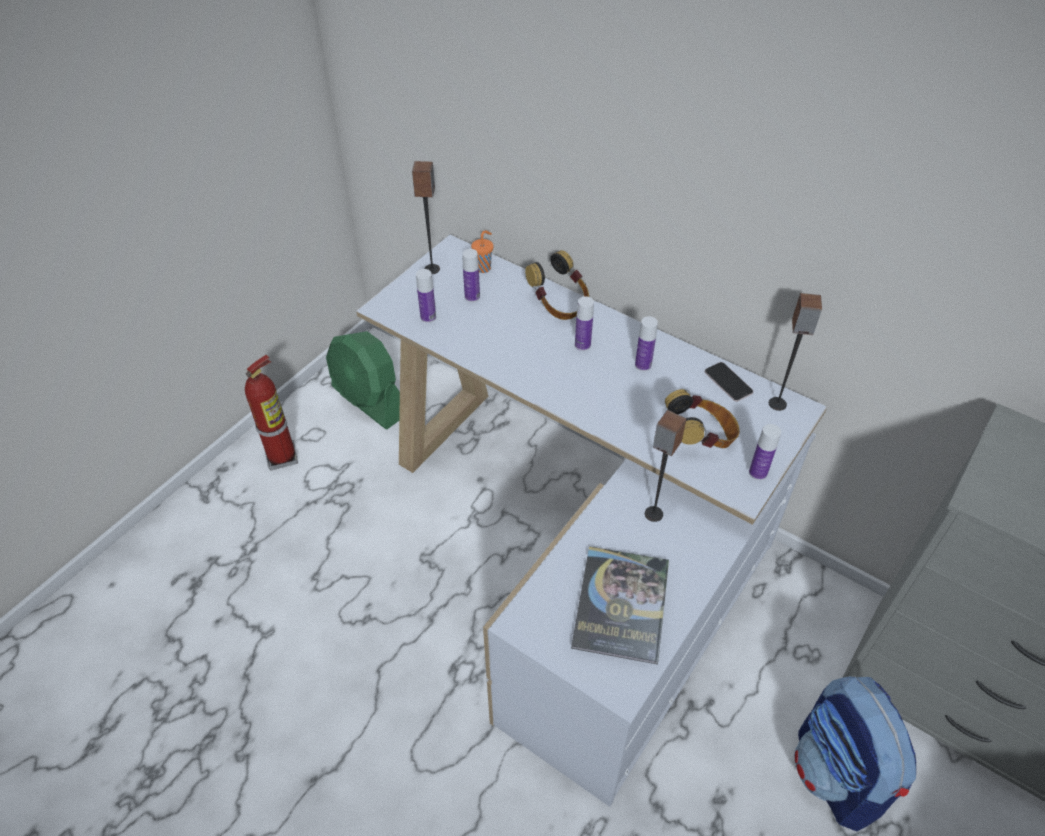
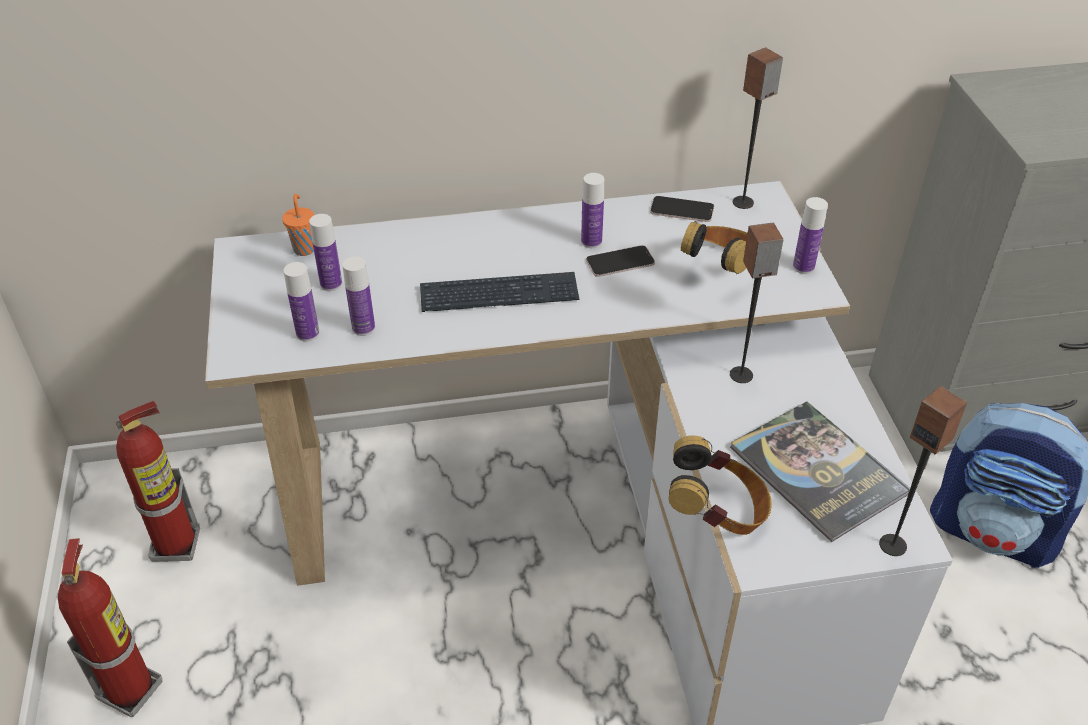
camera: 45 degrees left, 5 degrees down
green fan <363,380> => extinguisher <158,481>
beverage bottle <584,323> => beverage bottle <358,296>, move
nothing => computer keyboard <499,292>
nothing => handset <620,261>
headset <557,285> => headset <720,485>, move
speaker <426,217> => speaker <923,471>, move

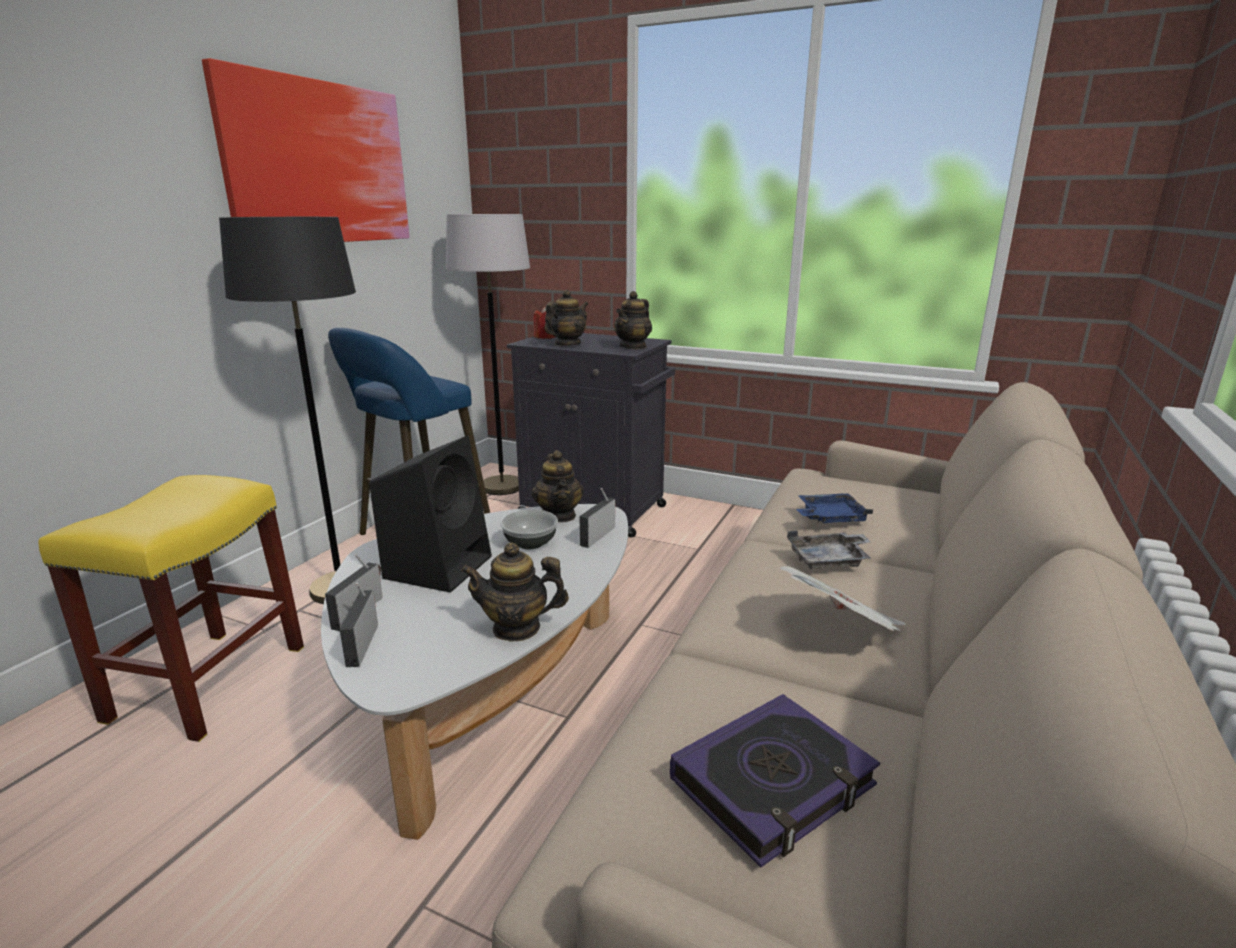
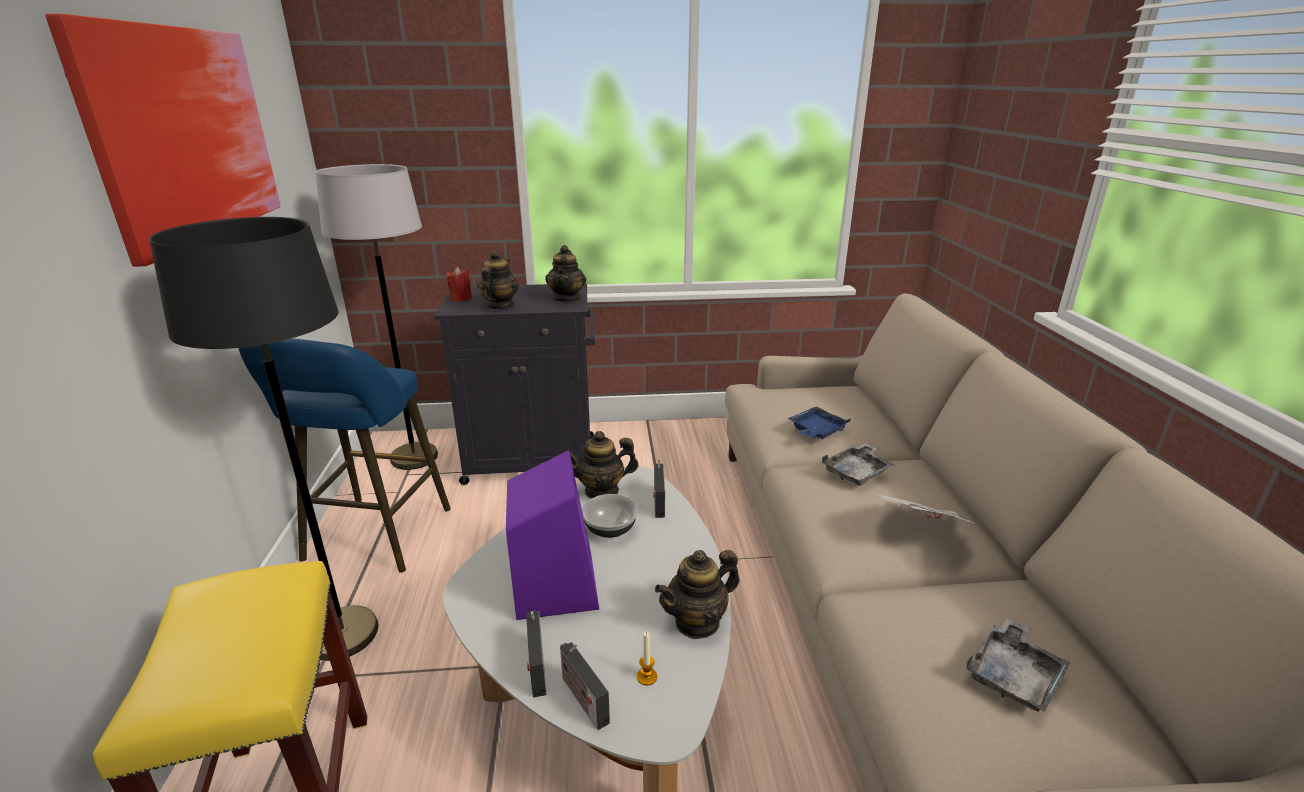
camera: 30 degrees left, 5 degrees up
black speaker <430,514> => purple speaker <552,535>
pot for tea <558,486> => pot for tea <601,465>, 120 degrees clockwise
nothing => wax candle <647,658>
book <775,780> => greyish tray <1018,665>

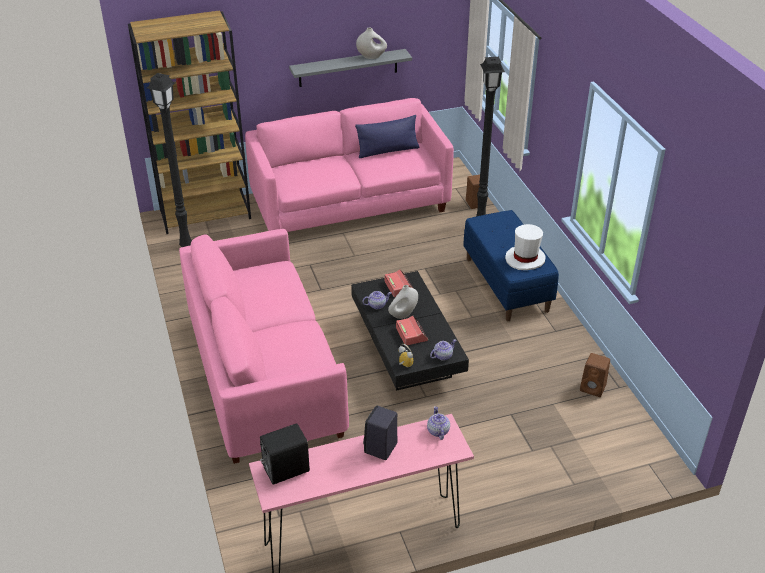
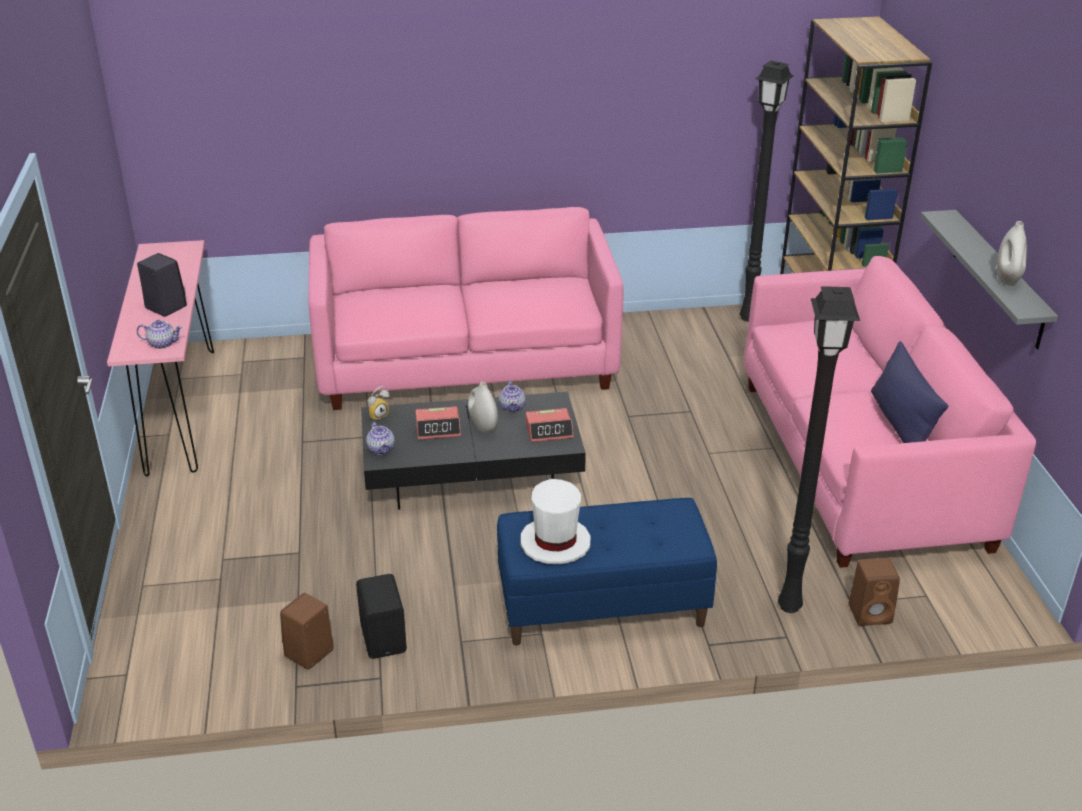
camera: 100 degrees right, 5 degrees down
black speaker <285,453> => black speaker <381,616>, move

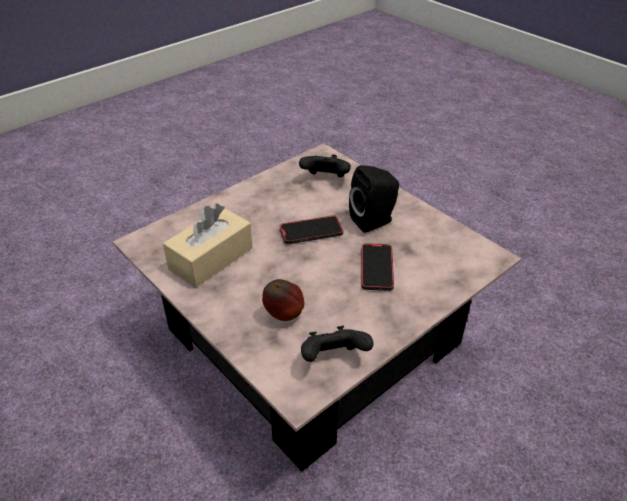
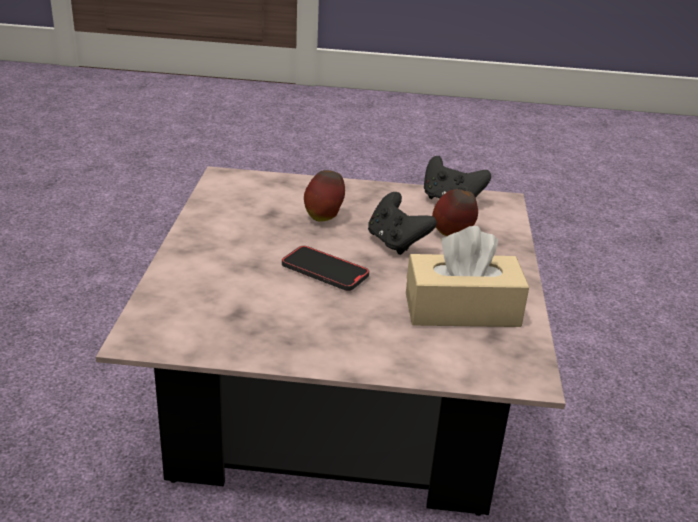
camera: 135 degrees left, 10 degrees down
handset <377,267> => apple <324,196>
black joypad <325,166> => black joypad <402,223>, move
black speaker <374,199> => nothing

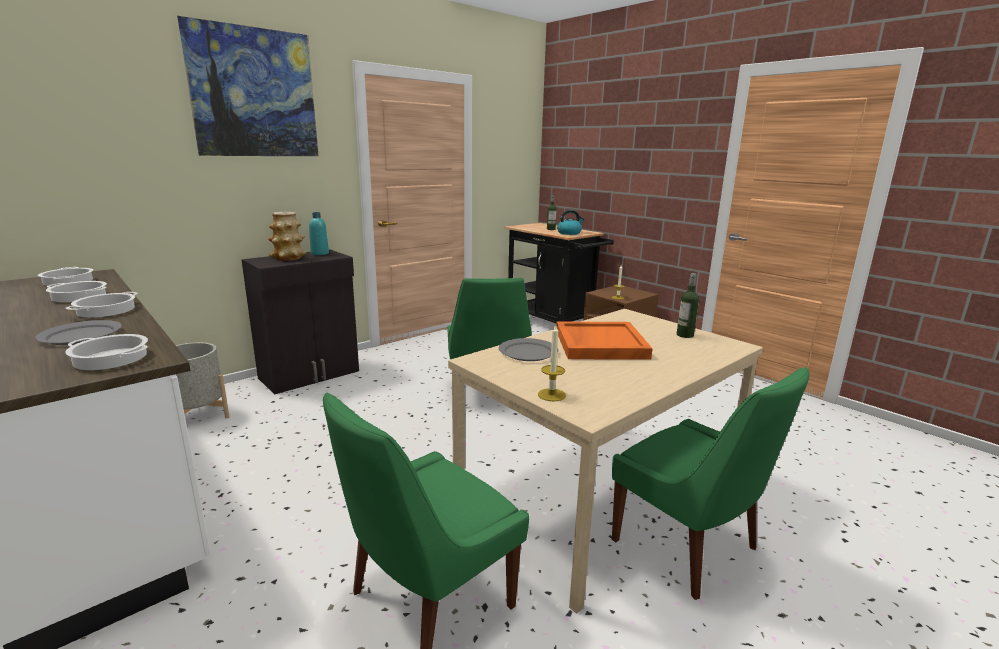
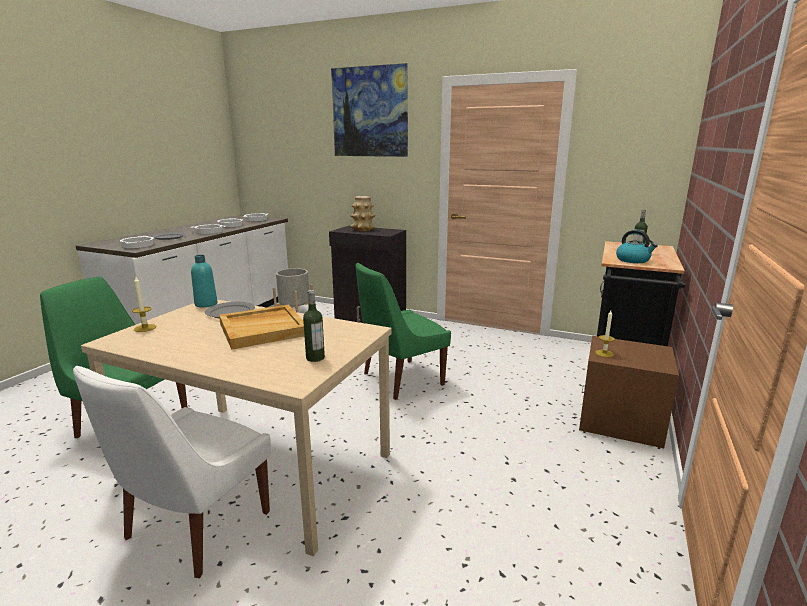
camera: 65 degrees right, 0 degrees up
green plain chair <710,483> => whitish plain chair <172,472>
turquoise beverage bottle <319,233> => turquoise beverage bottle <204,281>, move
orange tray <604,341> => beige tray <261,327>

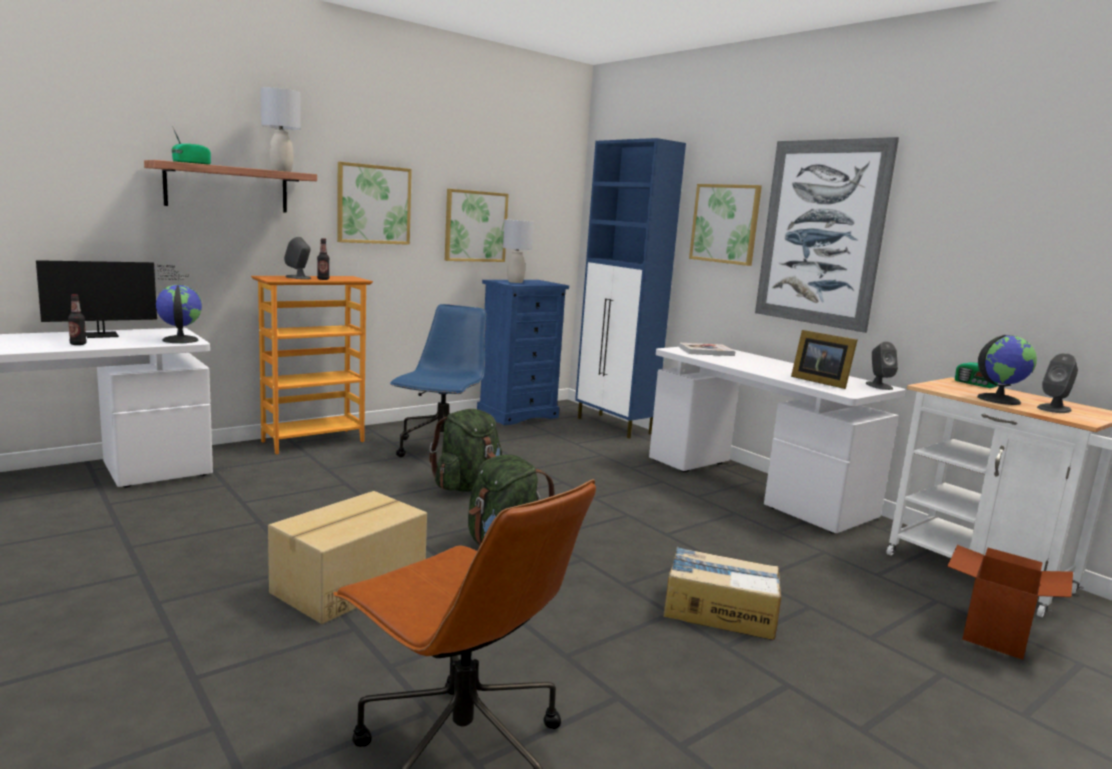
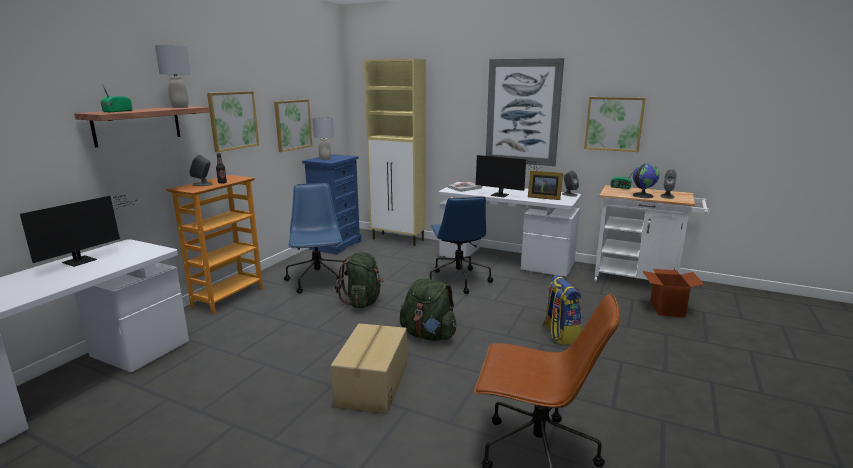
camera: 25 degrees left, 5 degrees up
blue storage cabinet <630,288> => beige storage cabinet <395,152>
nothing => blue computer chair <461,245>
nothing => computer screen <507,176>
carton <722,593> => knapsack <561,310>
wall picture <725,225> => wall picture <615,124>, move
beverage bottle <77,319> => nothing
globe <179,314> => nothing

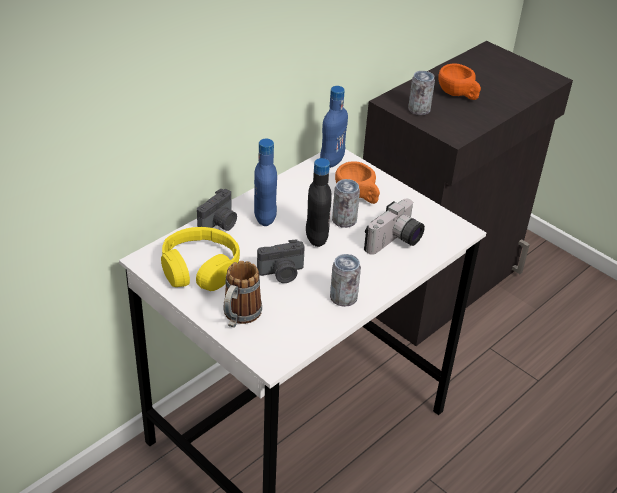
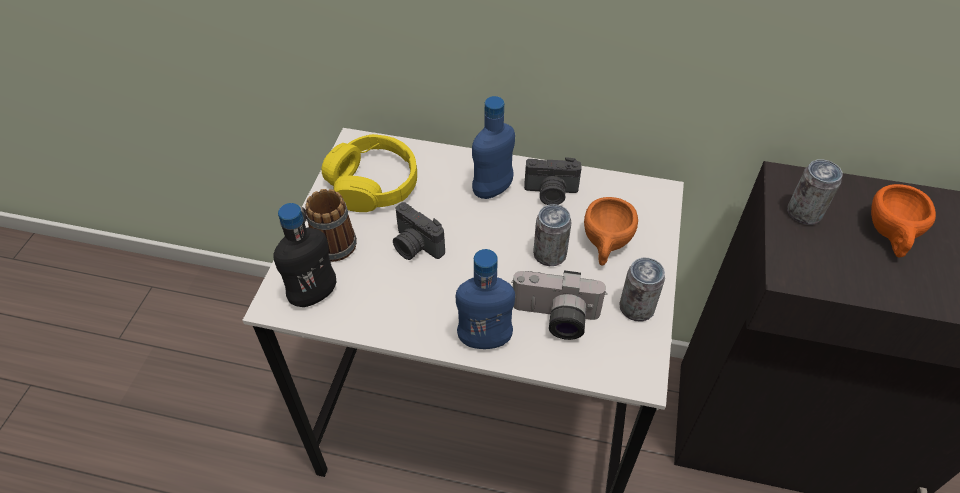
camera: 60 degrees right, 10 degrees up
black beverage bottle <319,202> => black beverage bottle <305,255>, move
blue beverage bottle <334,127> => blue beverage bottle <485,299>, move
still camera <217,210> => still camera <553,181>, move
metal can <345,280> => metal can <642,290>, move

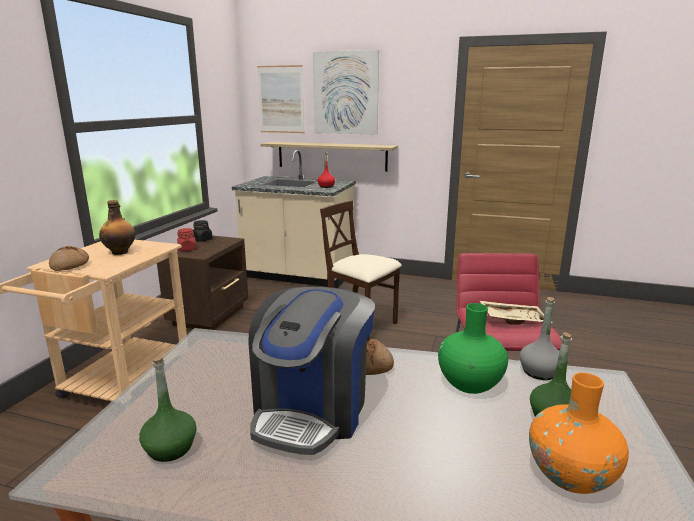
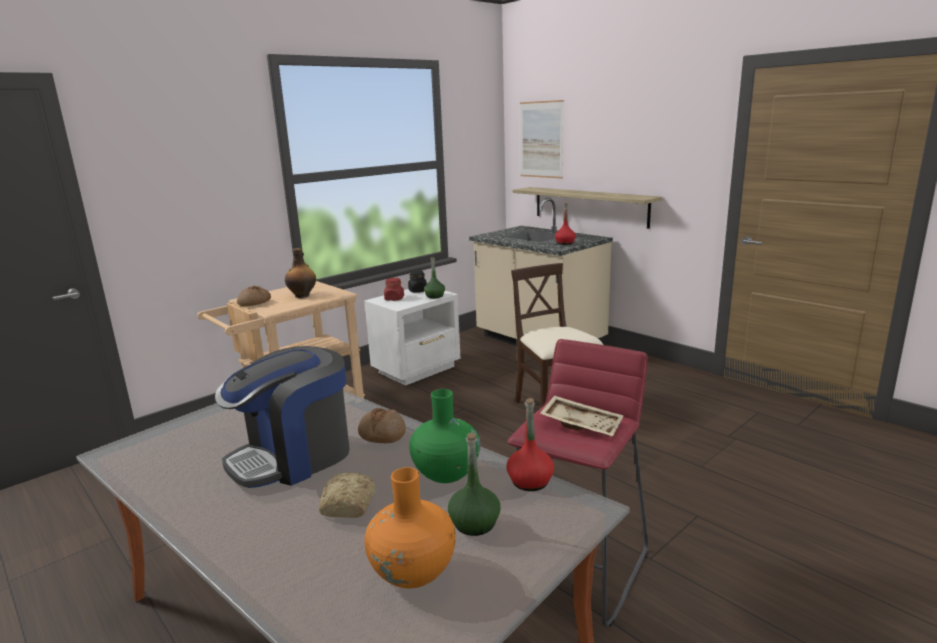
camera: 30 degrees right, 0 degrees up
nothing => bakery bread <347,495>
brown bedside table <202,283> => whitish bedside table <412,337>
green beverage bottle <168,409> => green beverage bottle <434,277>, move
greyish beverage bottle <540,338> => reddish beverage bottle <530,444>
wall picture <346,92> => nothing

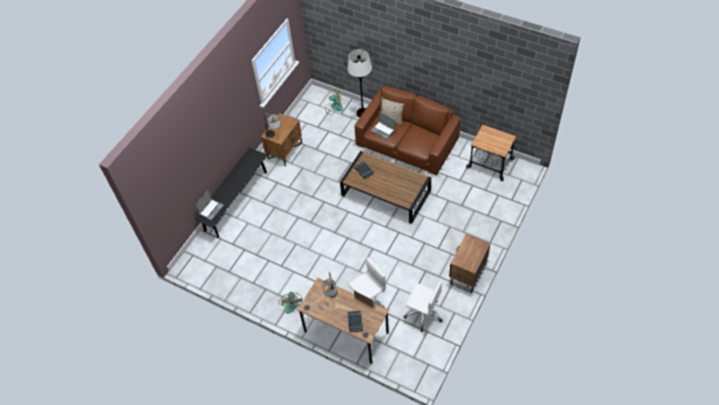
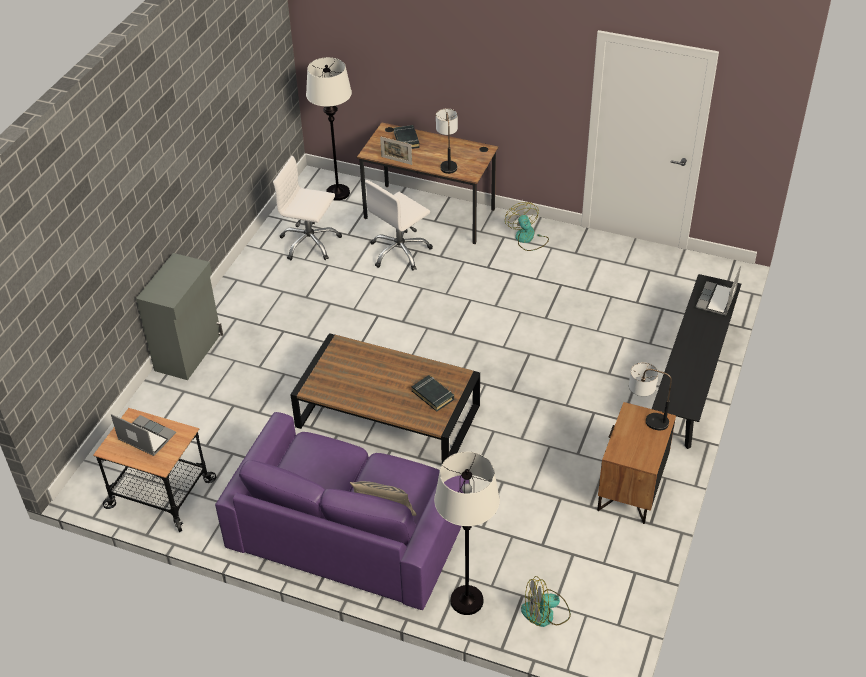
camera: 170 degrees right, 10 degrees down
portable computer <382,126> => portable computer <143,435>, move
nothing => greyish storage cabinet <179,316>
brown sofa <407,130> => purple sofa <342,511>
nothing => whitish floor lamp <329,129>
bedside table <470,263> => nothing

